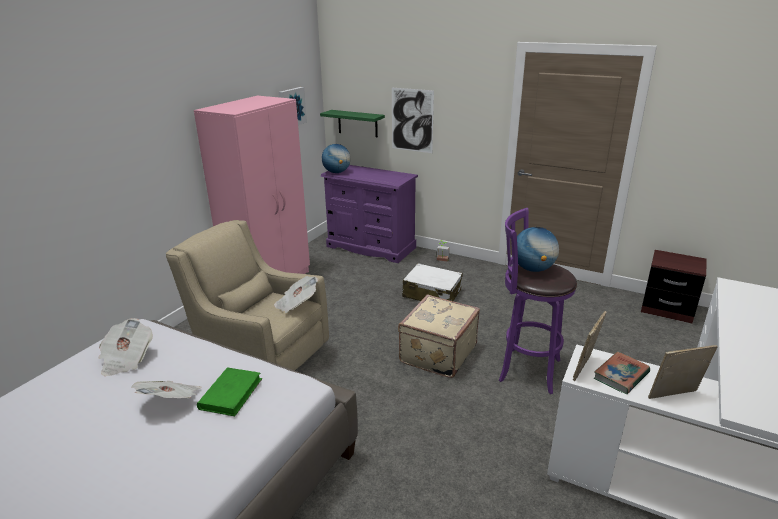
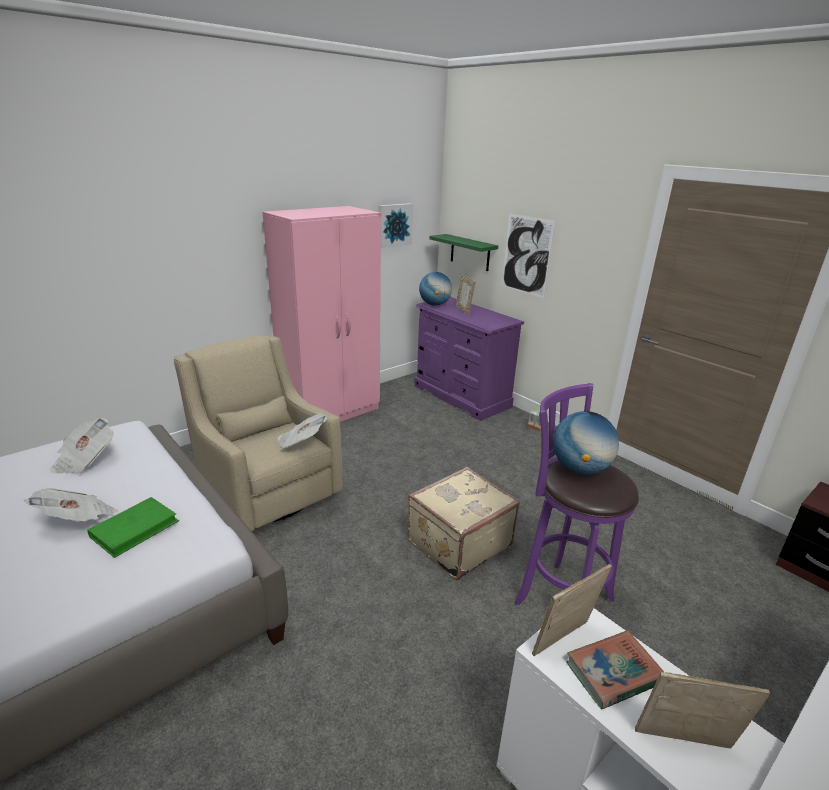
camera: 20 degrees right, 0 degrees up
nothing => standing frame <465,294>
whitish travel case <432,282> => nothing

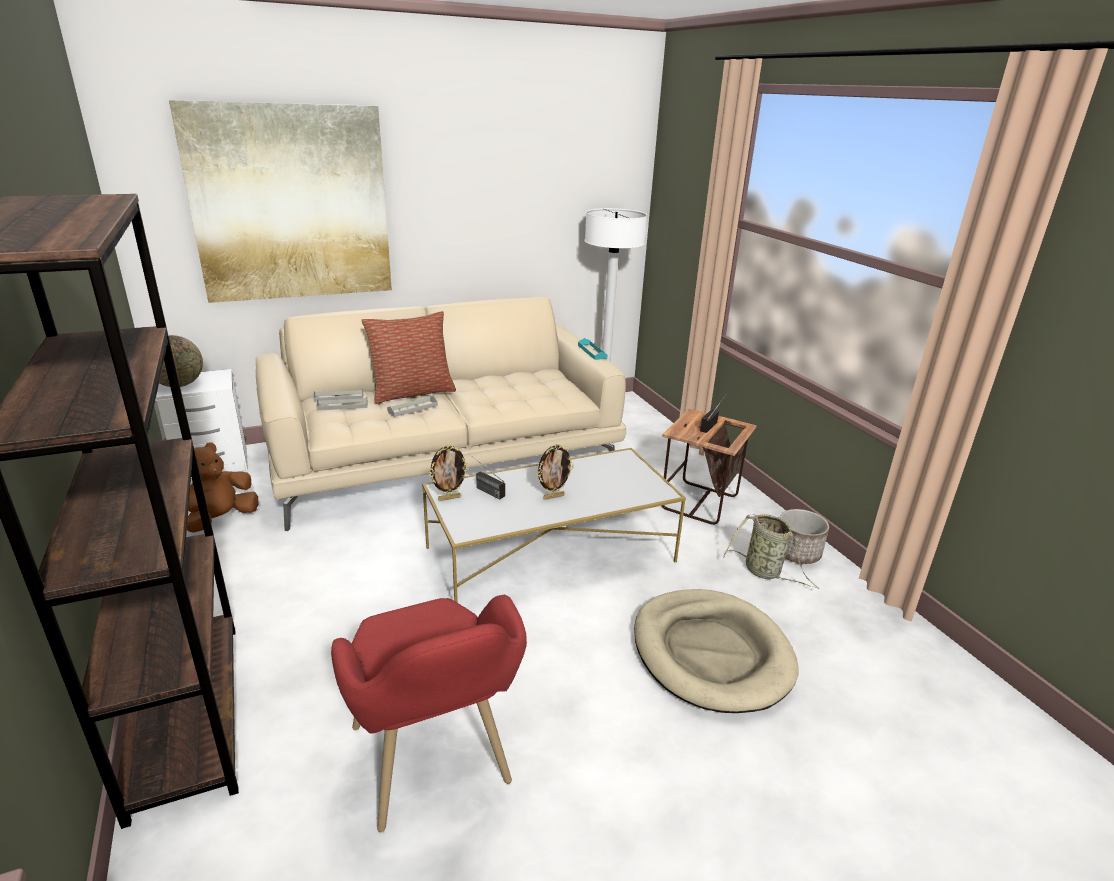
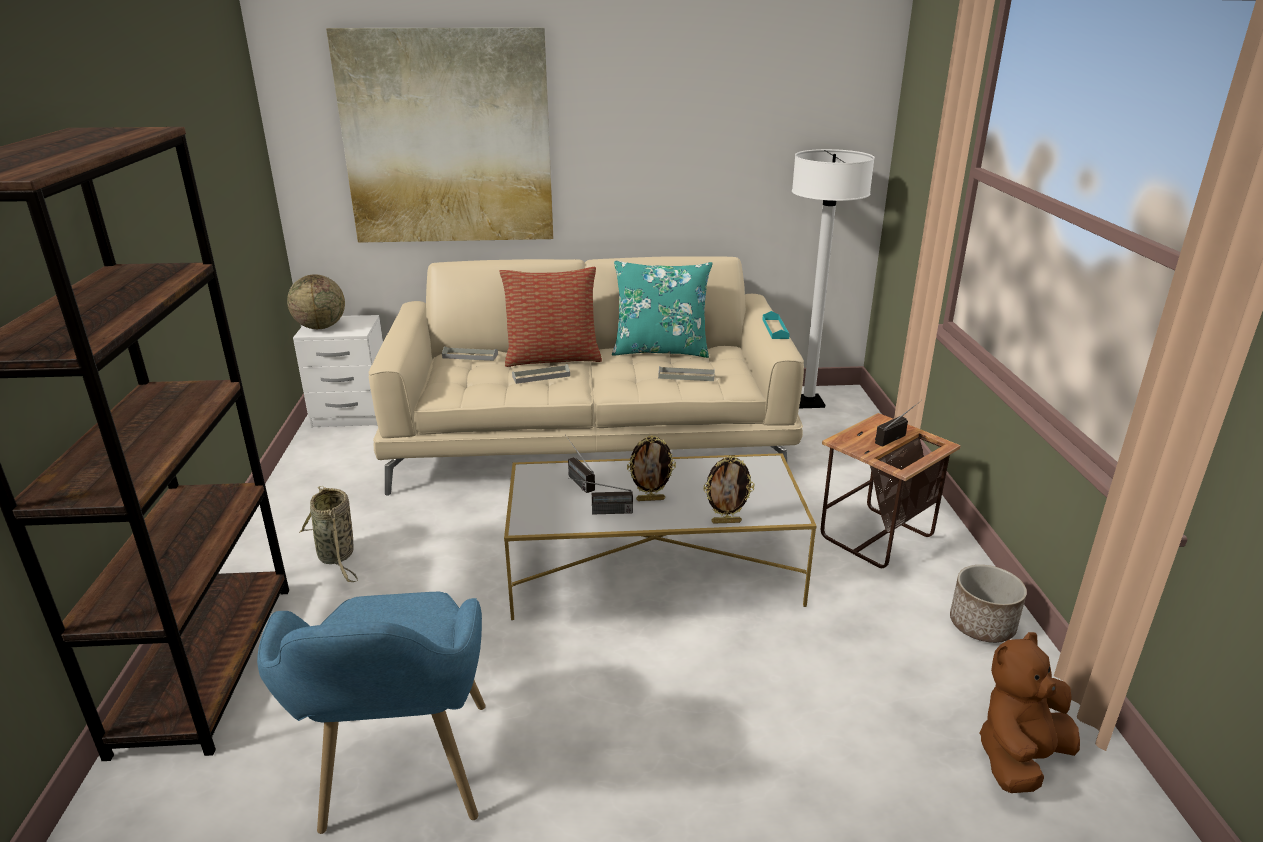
camera: 20 degrees right, 0 degrees up
reddish easy chair <429,713> => blue easy chair <371,713>
household basket <771,551> => household basket <328,534>, move
nothing => radio receiver <600,496>
nothing => turquoise pillow <662,309>
greyish tray <342,404> => greyish tray <686,373>, move
standing frame <449,473> => standing frame <729,489>, move
brown plush toy <223,488> => brown plush toy <1029,712>, move
beige dog bed <716,651> => nothing

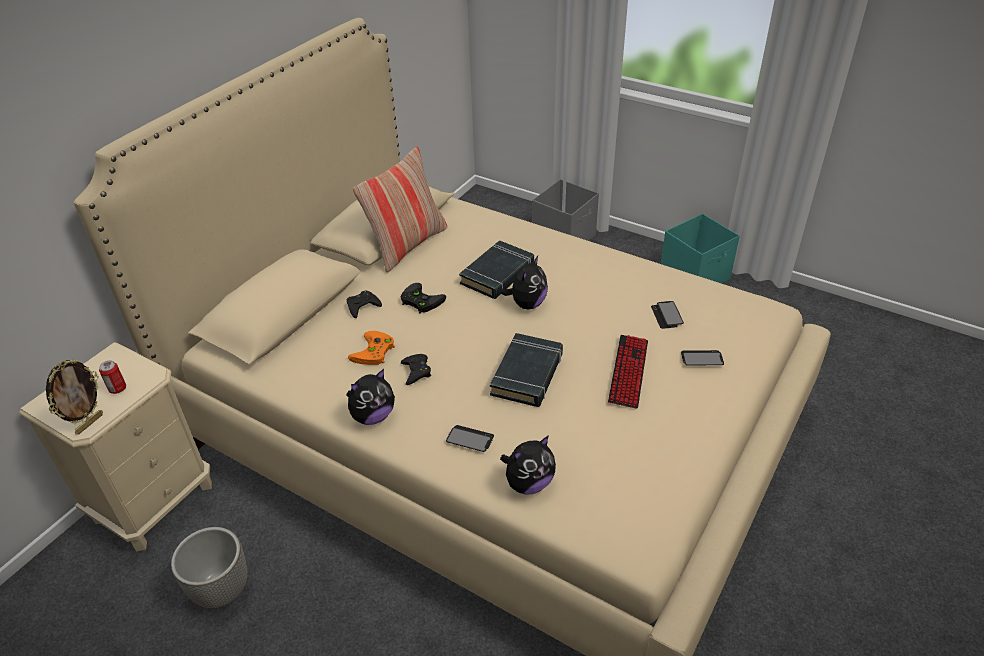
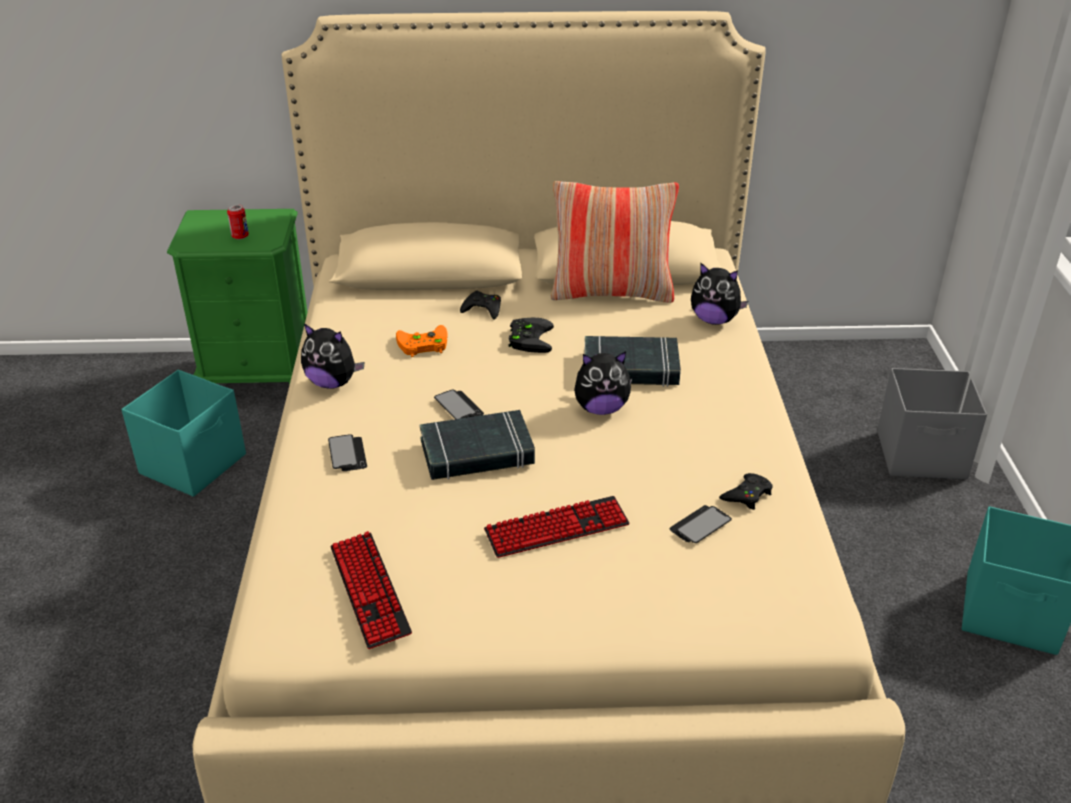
camera: 55 degrees right, 5 degrees down
plant pot <209,567> => turquoise storage bin <184,433>
beige bedside table <115,446> => green bedside table <237,297>
nothing => computer keyboard <371,590>
handset <702,358> => handset <459,404>, move
plush toy <528,465> => plush toy <719,294>, move
black joypad <416,369> => black joypad <746,491>, move
standing frame <74,396> => nothing

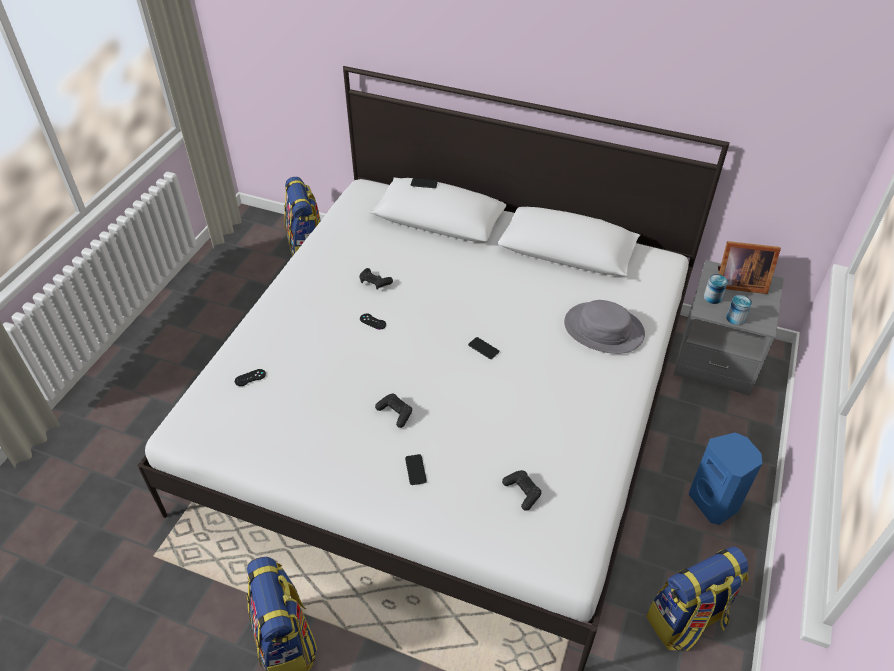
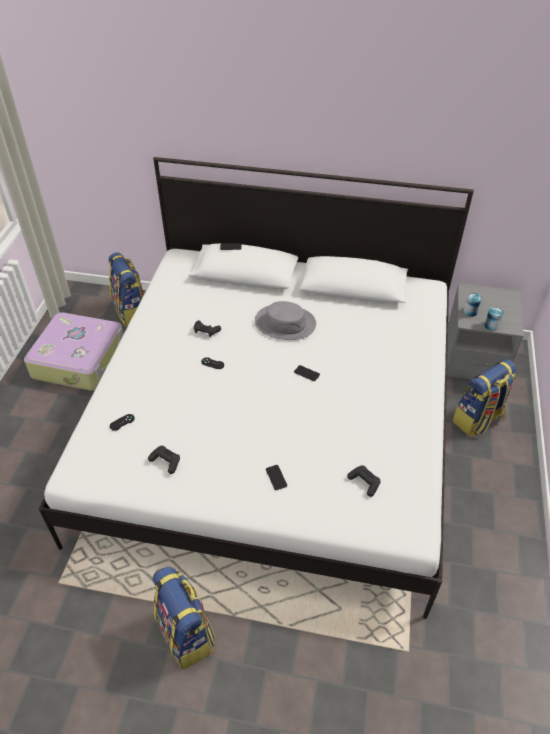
camera: 10 degrees left, 0 degrees up
nothing => travel case <74,351>
black joypad <393,411> => black joypad <164,460>, move
greyish clothing hat <604,327> => greyish clothing hat <285,320>, move
knapsack <697,598> => knapsack <484,398>, move
blue speaker <725,478> => nothing
standing frame <749,267> => nothing

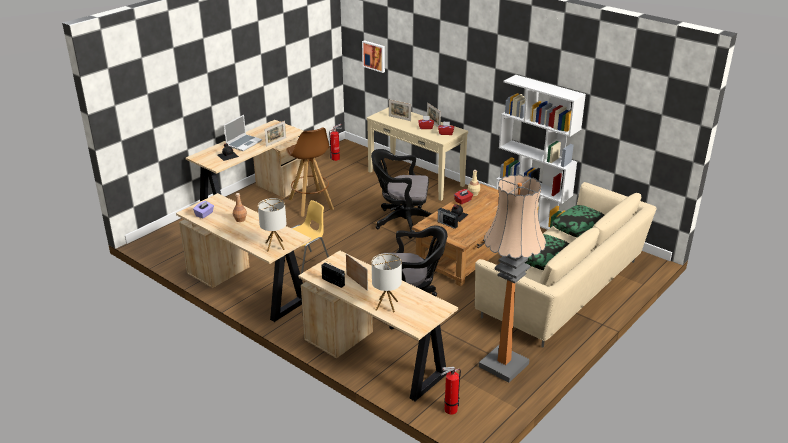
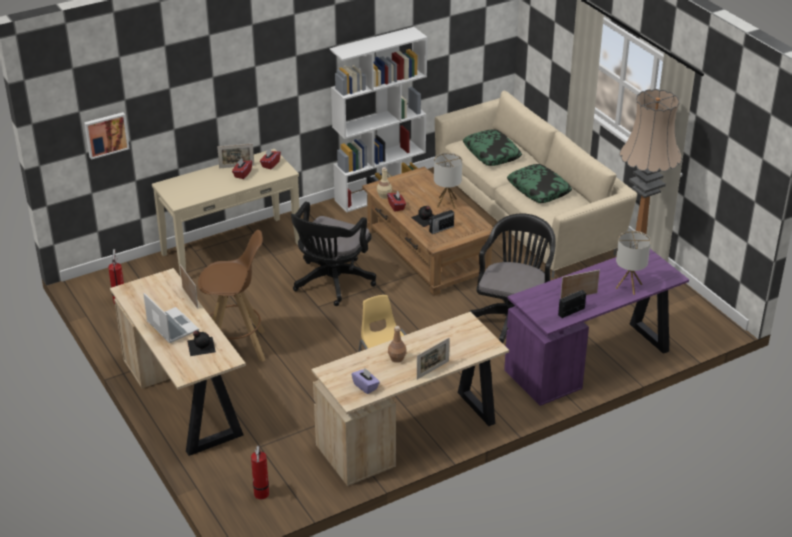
camera: 70 degrees left, 5 degrees up
extinguisher <451,391> => extinguisher <260,472>, move
standing frame <400,110> => standing frame <433,358>, move
tabletop lamp <272,225> => tabletop lamp <448,181>, move
beige desk unit <378,326> => purple desk unit <596,327>

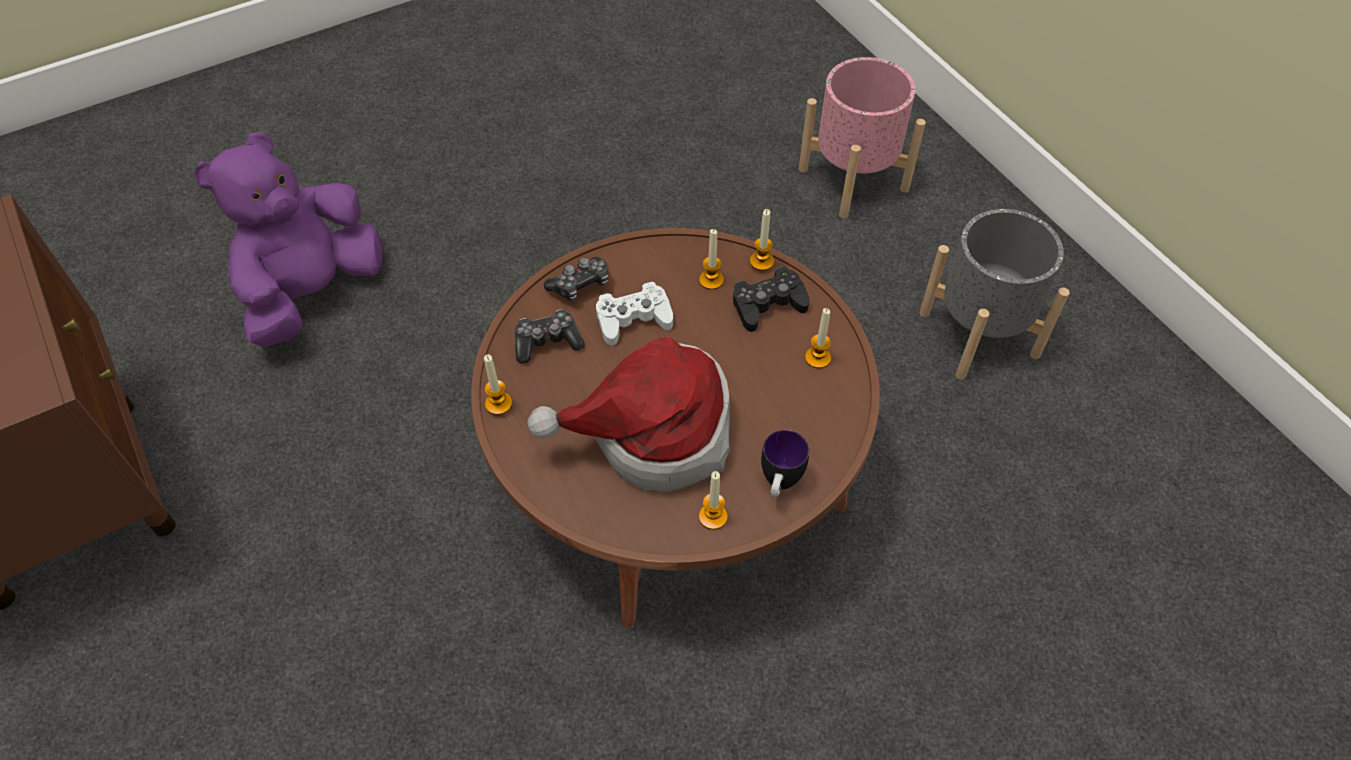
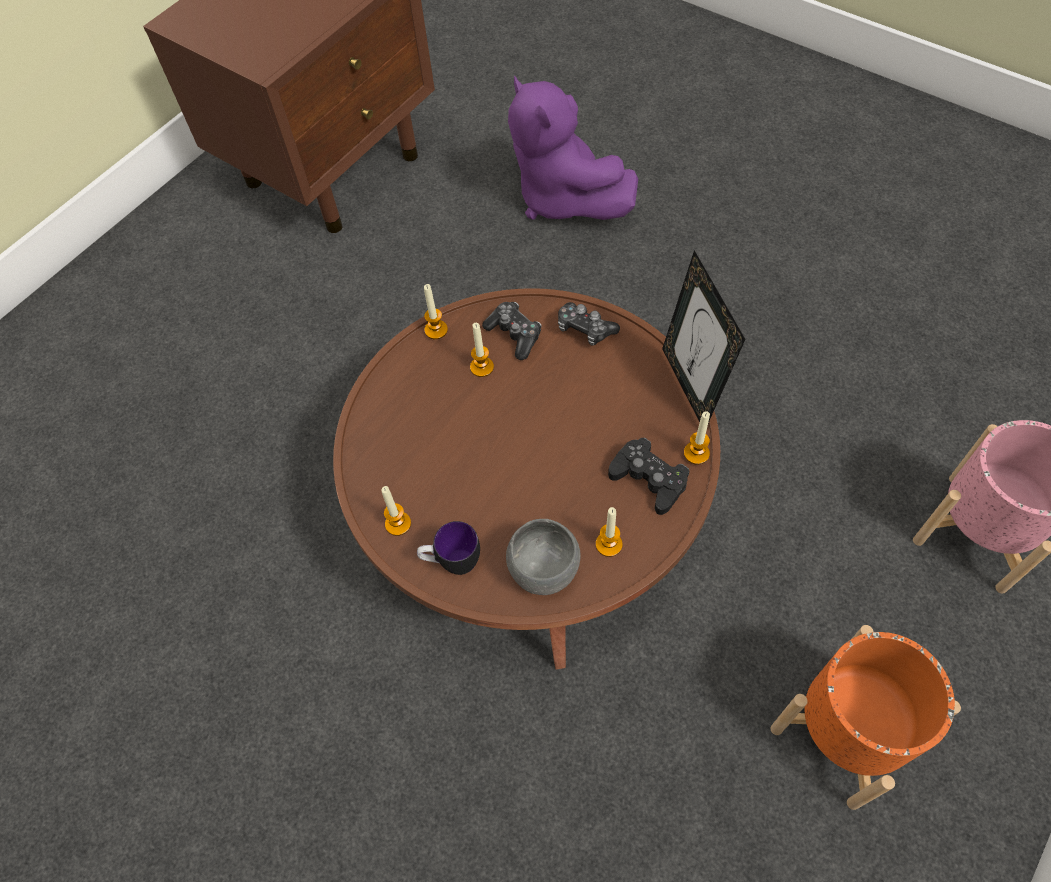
camera: 70 degrees right, 5 degrees up
wax candle <711,259> => wax candle <482,350>, move
nothing => greyish deep dish <543,557>
purple plush toy <288,239> => purple plush toy <573,148>, 135 degrees counterclockwise
nothing => standing frame <703,336>
greyish plant pot <995,294> => orange plant pot <866,717>
clothing hat <628,414> => nothing
whitish joypad <634,313> => nothing

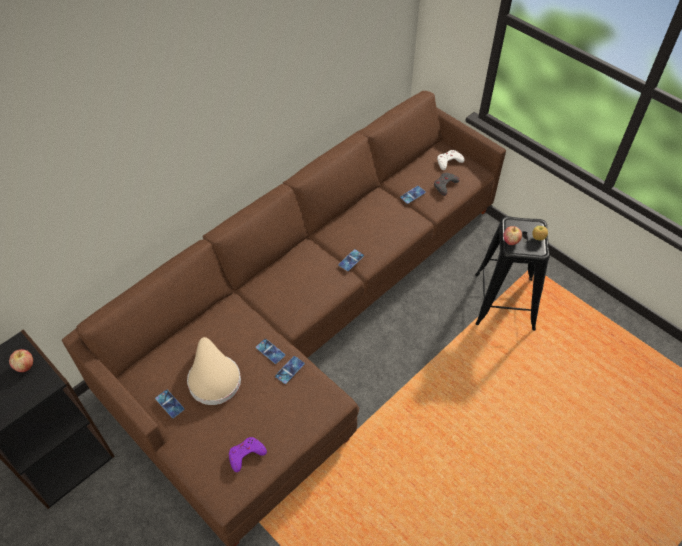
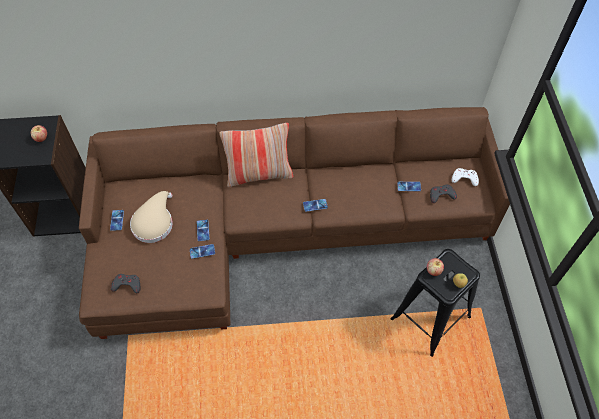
camera: 40 degrees right, 5 degrees up
purple joypad <248,454> => greyish joypad <125,283>
nothing => pillow <256,155>

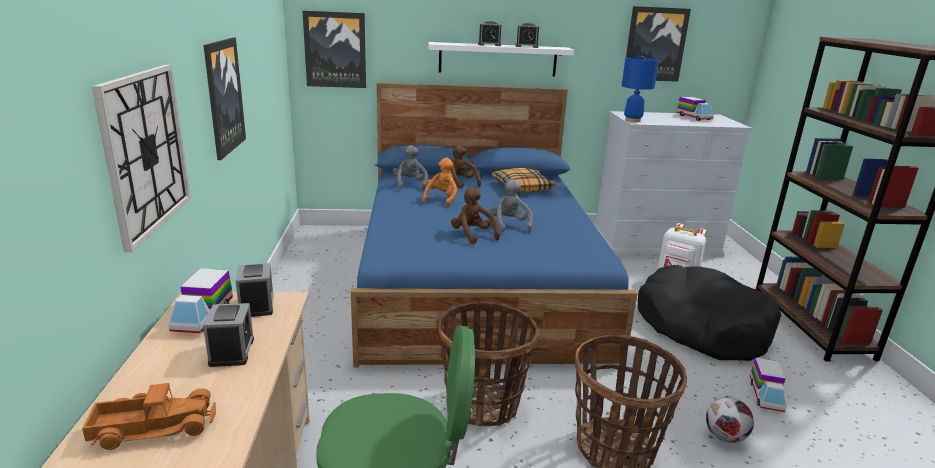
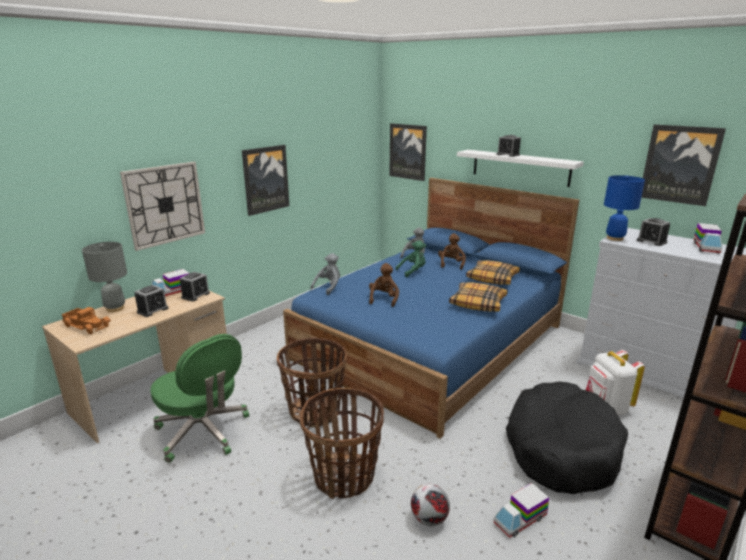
camera: 45 degrees right, 0 degrees up
nothing => greyish tabletop lamp <104,277>
greyish plush toy <511,206> => greyish plush toy <325,274>, move
orange plush toy <439,182> => green plush toy <411,258>
nothing => pillow <478,296>
alarm clock <527,35> => alarm clock <653,232>, move

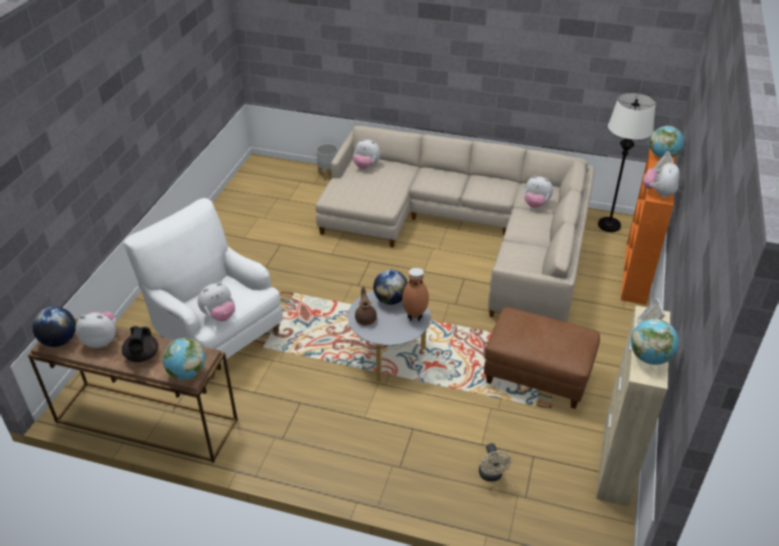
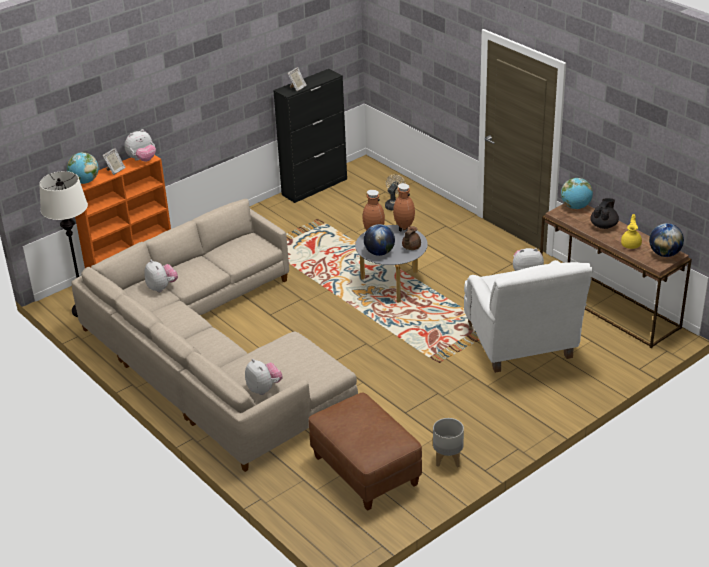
camera: 145 degrees left, 5 degrees down
beige storage cabinet <633,406> => black storage cabinet <310,136>
brown ottoman <542,358> => brown ottoman <365,451>, move
nothing => brown flower vase <404,207>
greyish plant pot <327,162> => greyish plant pot <448,442>, move
plush toy <95,330> => yellowish pot for tea <631,231>
globe <655,342> => nothing

